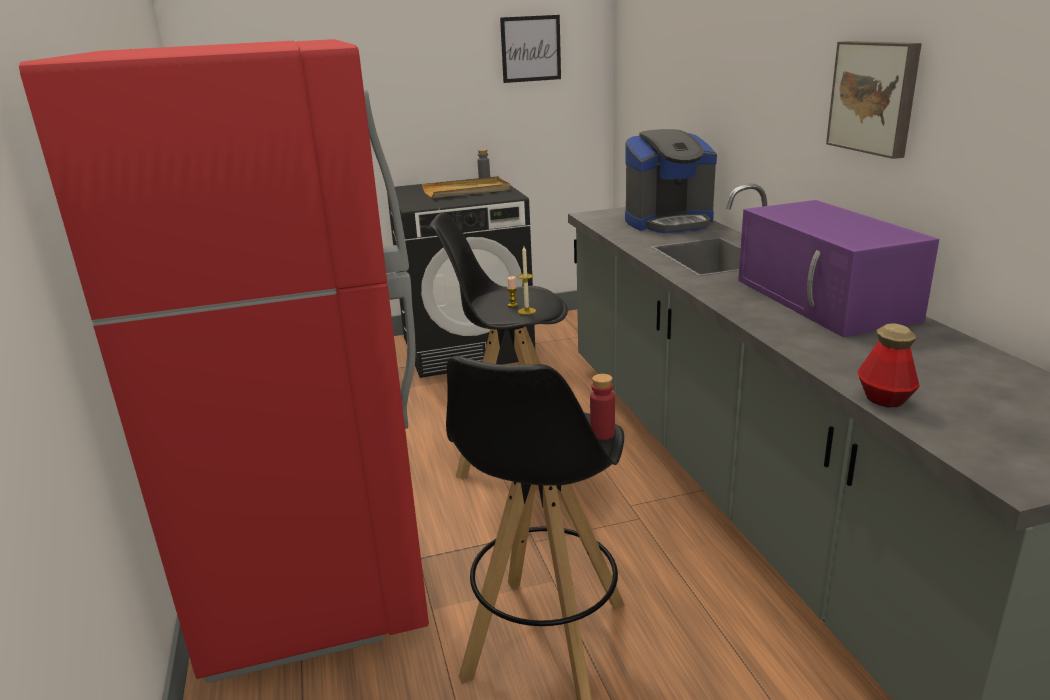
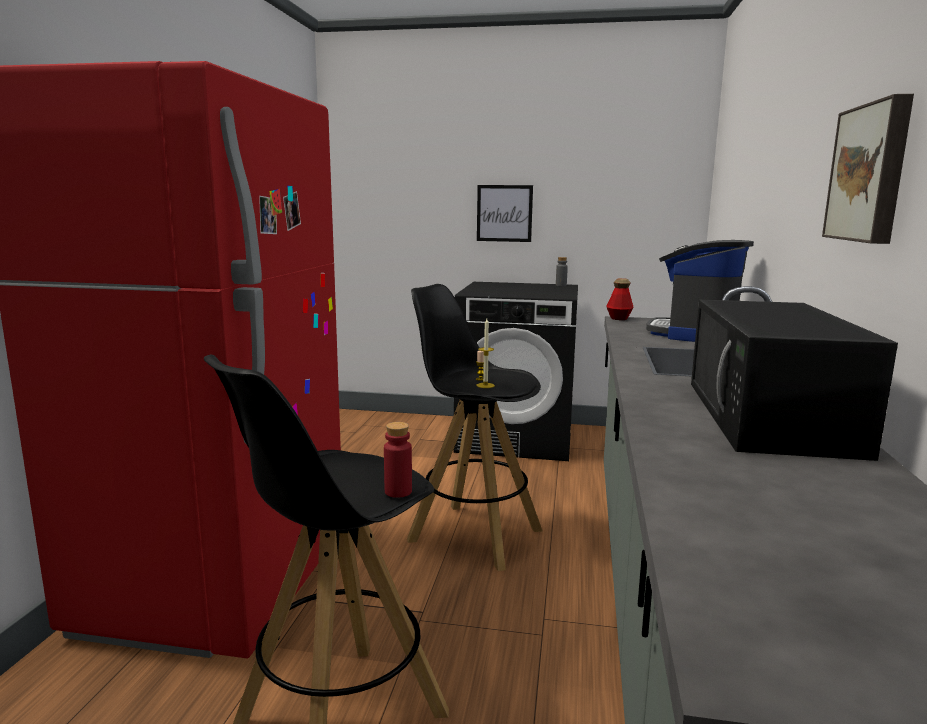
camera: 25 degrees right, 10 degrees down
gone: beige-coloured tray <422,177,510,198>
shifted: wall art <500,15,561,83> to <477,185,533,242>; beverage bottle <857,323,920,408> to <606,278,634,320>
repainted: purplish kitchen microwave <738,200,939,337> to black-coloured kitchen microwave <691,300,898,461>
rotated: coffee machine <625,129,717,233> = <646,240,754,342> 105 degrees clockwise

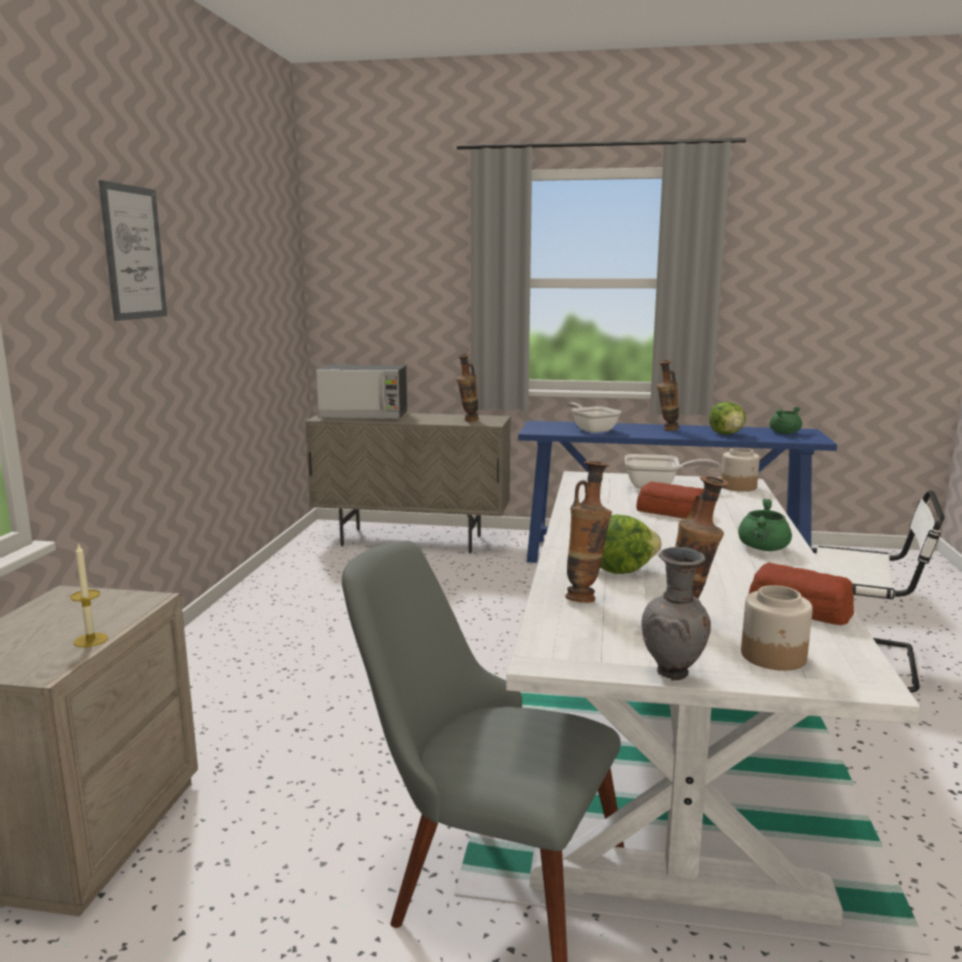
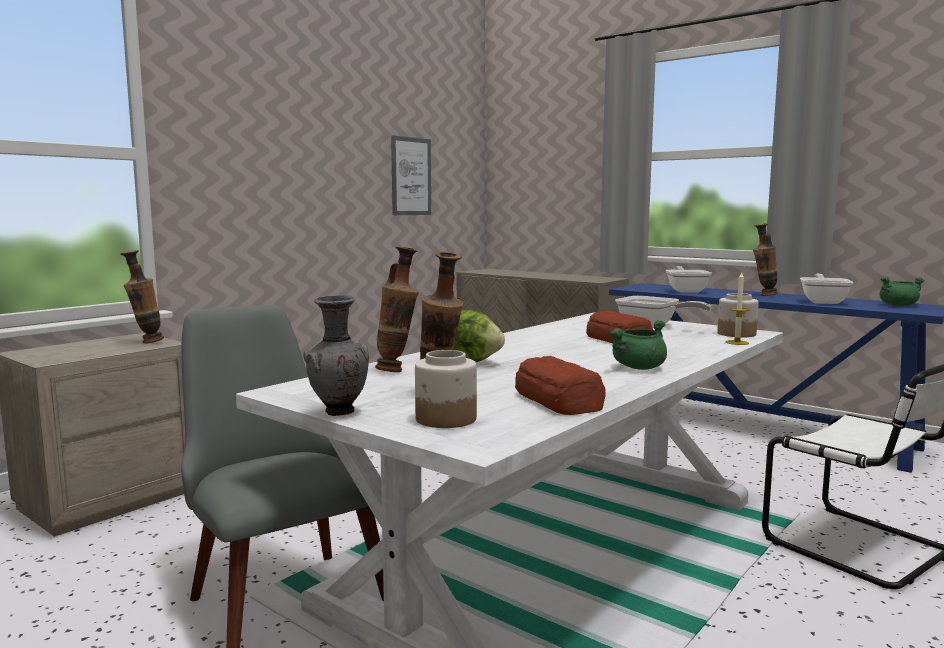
camera: 30 degrees right, 5 degrees down
gone: kitchen microwave <316,365,407,419>
shifted: wall art <98,180,167,321> to <391,136,431,215>; flower vase <457,354,479,422> to <120,250,164,344>; candle <70,543,108,647> to <726,272,749,345>
swapped: lettuce <709,402,746,434> to pan <800,274,854,304>

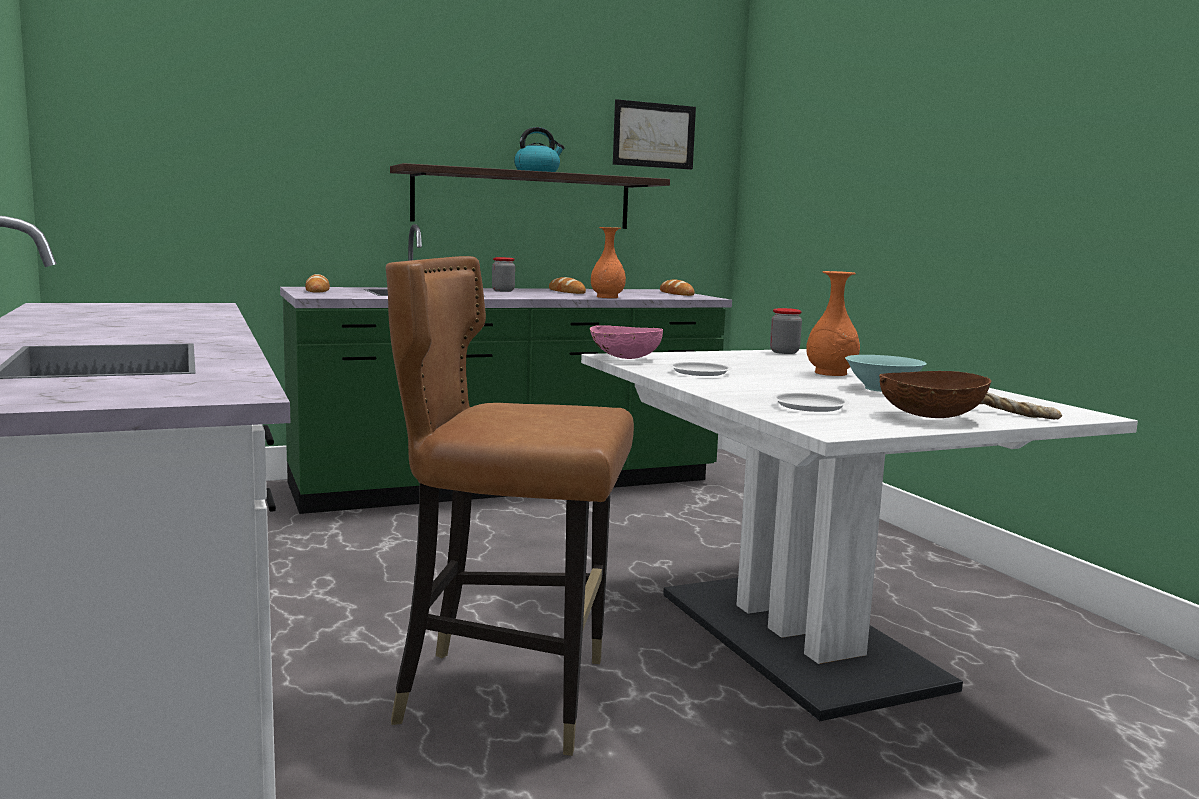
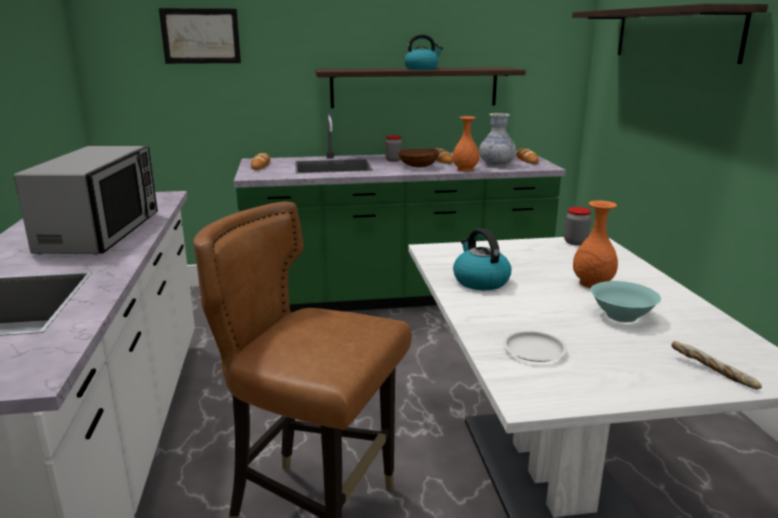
camera: 15 degrees right, 10 degrees up
gone: pinkish bowl <590,325,663,359>
new: shelf <572,4,768,64>; flower vase <479,113,516,167>; kitchen microwave <14,146,158,254>
shifted: wall art <613,99,696,170> to <159,8,241,64>; brown-coloured bowl <879,371,991,418> to <398,148,439,168>
swapped: white plate <669,362,732,376> to water kettle <453,228,511,290>

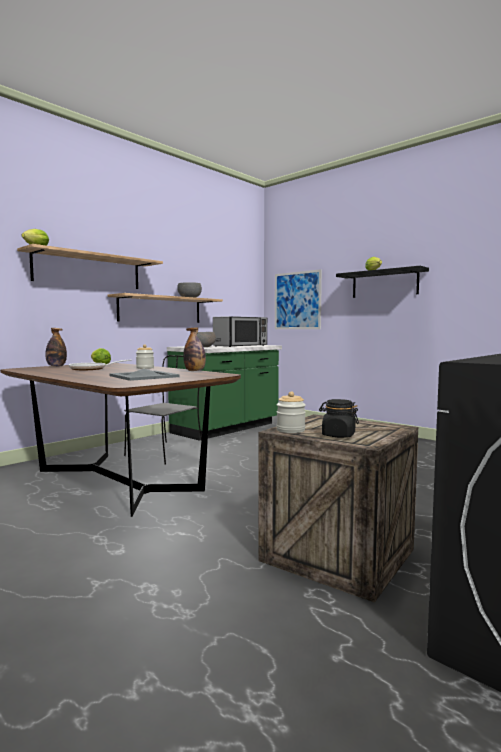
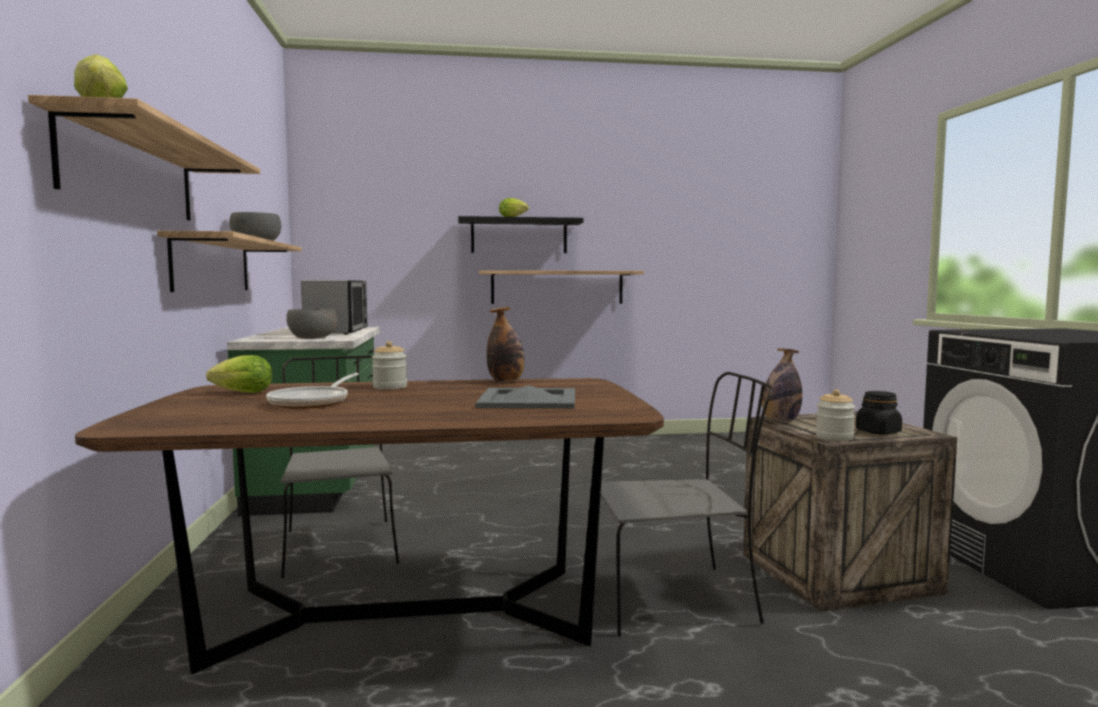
camera: 50 degrees left, 0 degrees up
gone: wall art <275,269,322,329>
new: shelf <479,270,644,304>; grey chair <601,372,772,636>
shifted: beverage bottle <45,328,67,367> to <762,348,802,422>

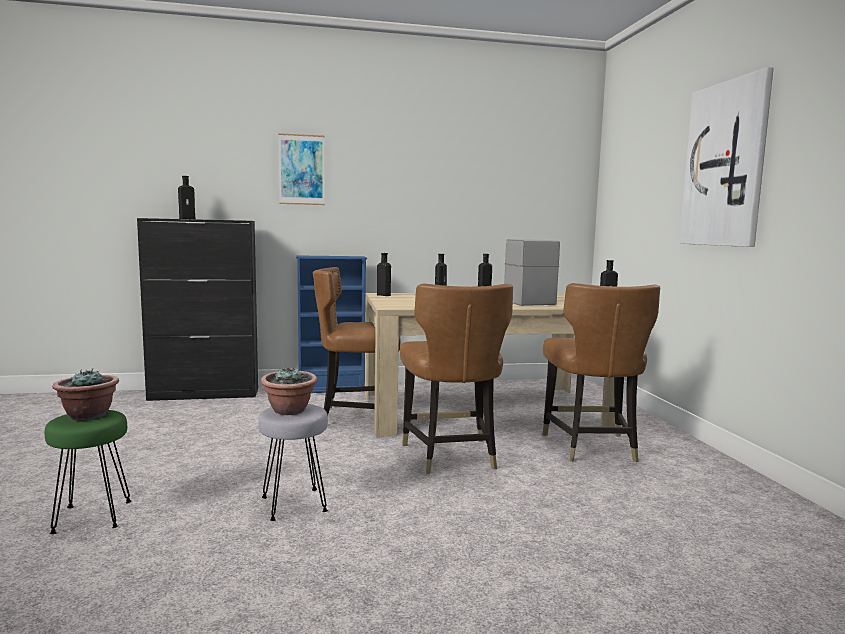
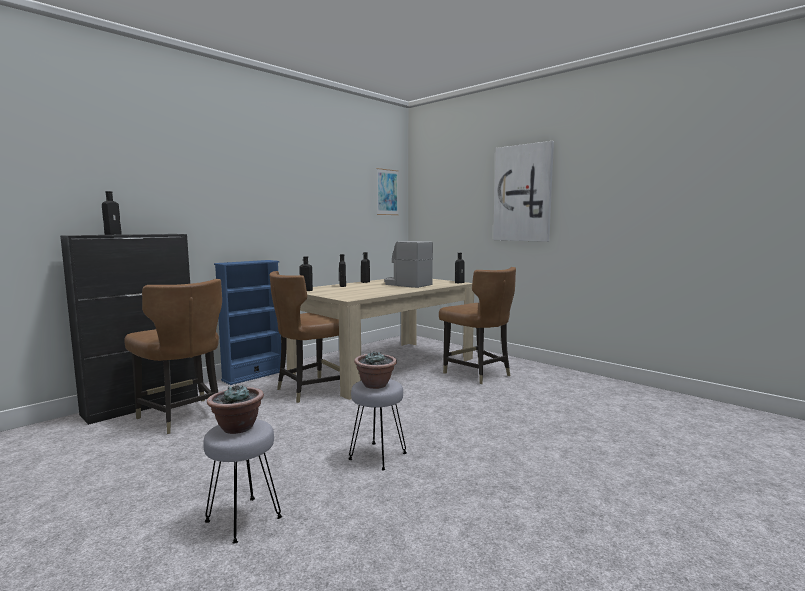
camera: 35 degrees left, 0 degrees up
shifted: wall art <278,133,325,205> to <377,168,399,215>; brown-coloured chair <400,284,513,474> to <124,279,222,434>
repainted: greenish stool <45,410,131,534> to grey stool <203,419,282,544>

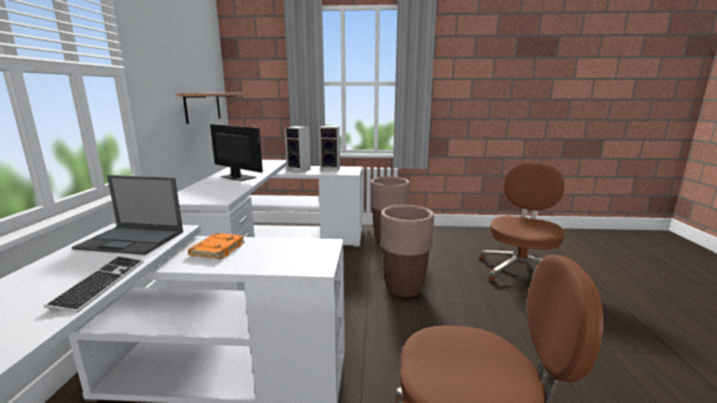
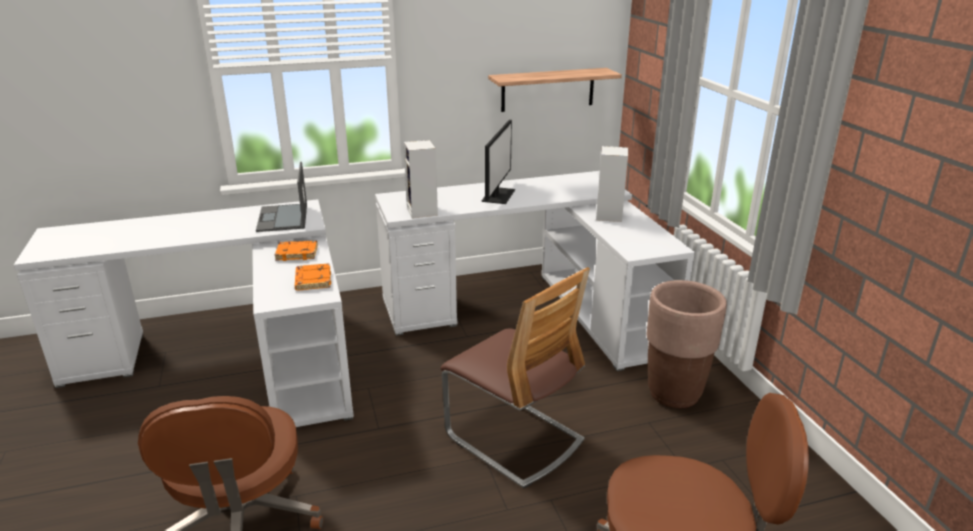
camera: 70 degrees right, 10 degrees up
gone: computer keyboard <44,256,144,313>
new: orange-coloured bound book <295,263,331,291>
shifted: audio speaker <319,126,340,171> to <404,140,438,218>
swapped: brown-coloured flower pot <380,205,434,297> to chair <440,267,590,489>

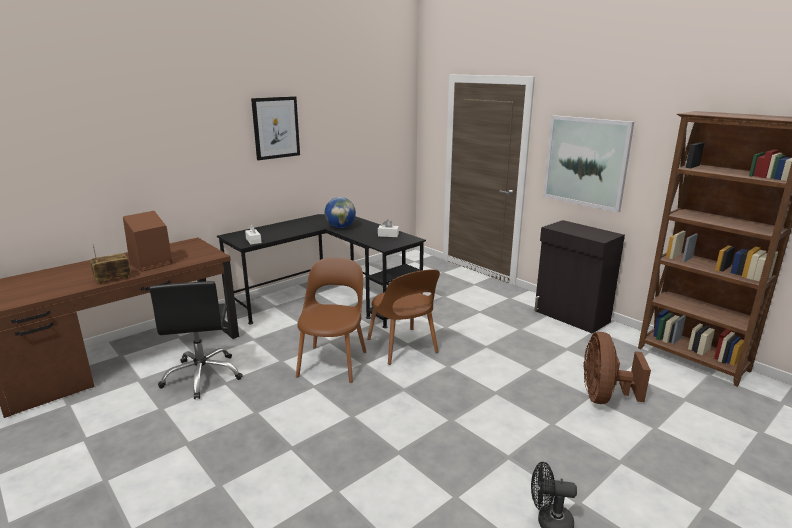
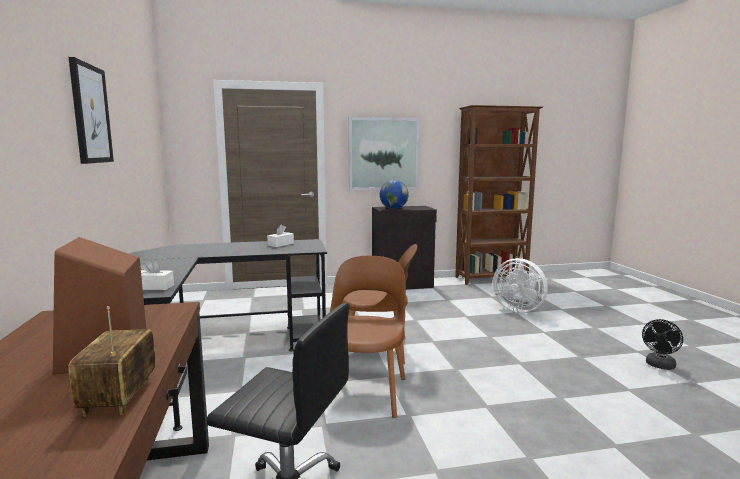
camera: 60 degrees left, 10 degrees down
shifted: desk globe <325,197,356,228> to <380,180,409,209>
repainted: brown-coloured cooling fan <583,332,651,404> to white cooling fan <493,258,548,313>
rotated: brown-coloured chair <296,257,366,383> = <330,256,406,418> 60 degrees clockwise

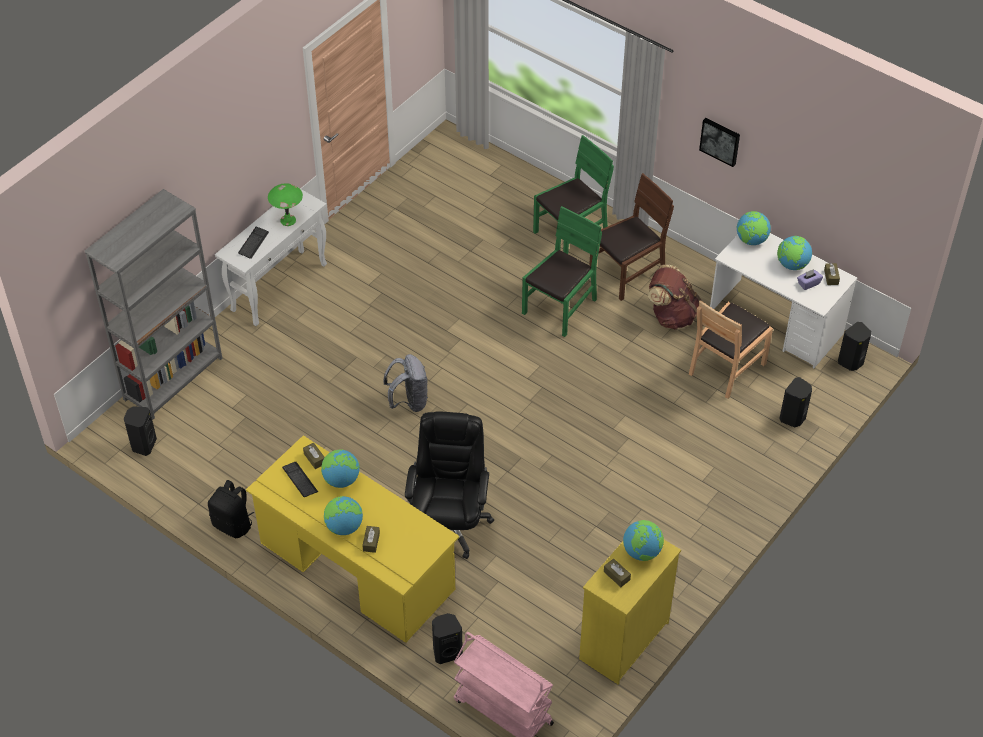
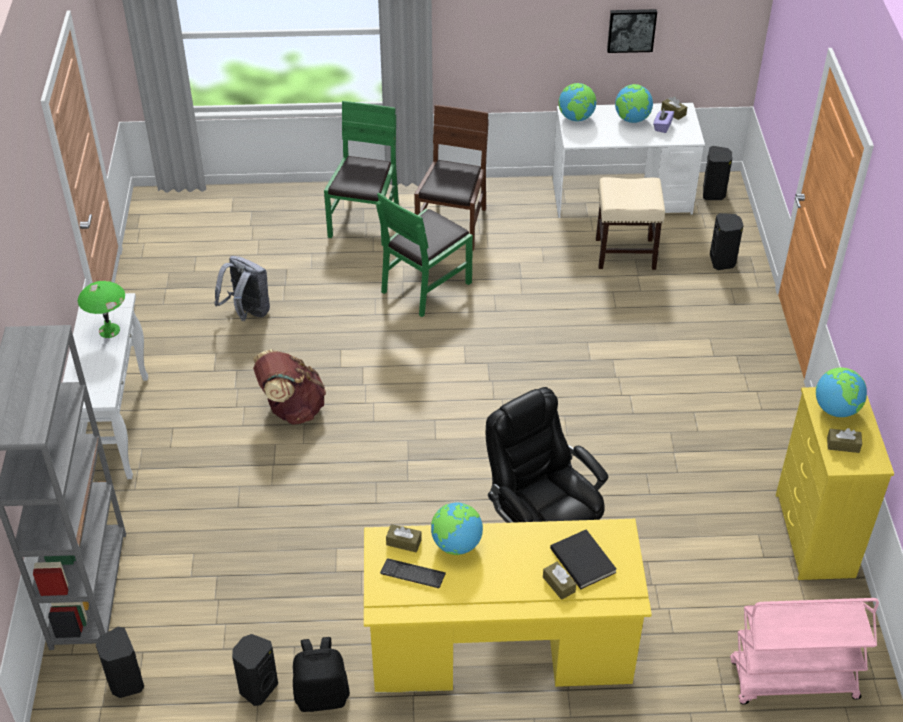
camera: 40 degrees left, 5 degrees down
gone: computer keyboard <238,226,269,259>; desk globe <324,496,363,535>
new: black-coloured bound book <550,529,616,589>
shifted: wall art <699,118,740,167> to <607,9,657,53>; brown-coloured knapsack <648,265,702,330> to <253,349,326,425>; grey knapsack <383,354,428,412> to <214,256,270,321>; black-coloured audio speaker <432,613,463,664> to <232,634,278,706>
swapped: brown-coloured chair <689,300,773,399> to beige-coloured stool <596,177,665,270>
rotated: greenish chair <522,206,602,337> = <376,193,473,317> 135 degrees counterclockwise

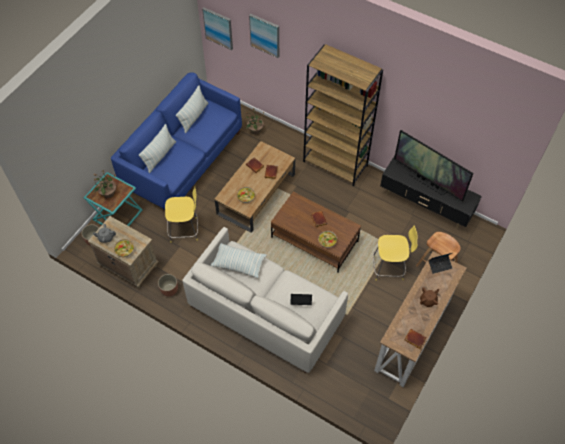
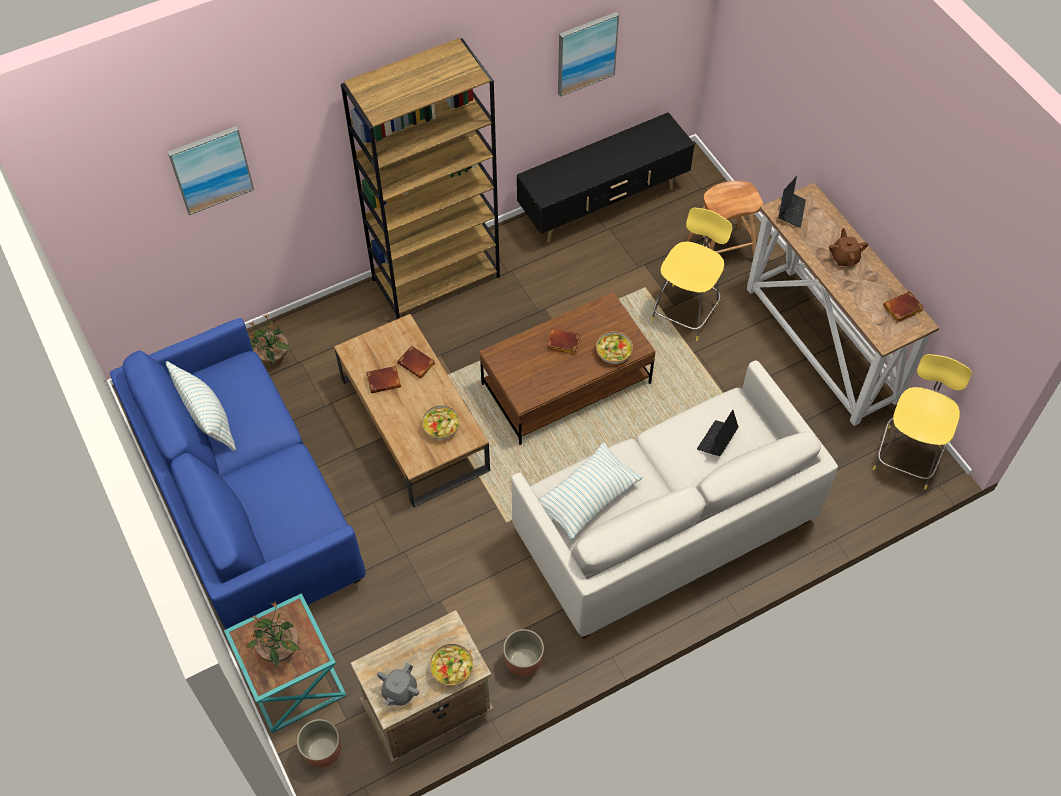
camera: 60 degrees left, 0 degrees up
gone: throw pillow <139,124,176,173>; TV <394,130,473,202>
shifted: wall art <202,8,233,50> to <558,12,619,97>; yellow-coloured stool <165,188,198,243> to <873,354,972,489>

